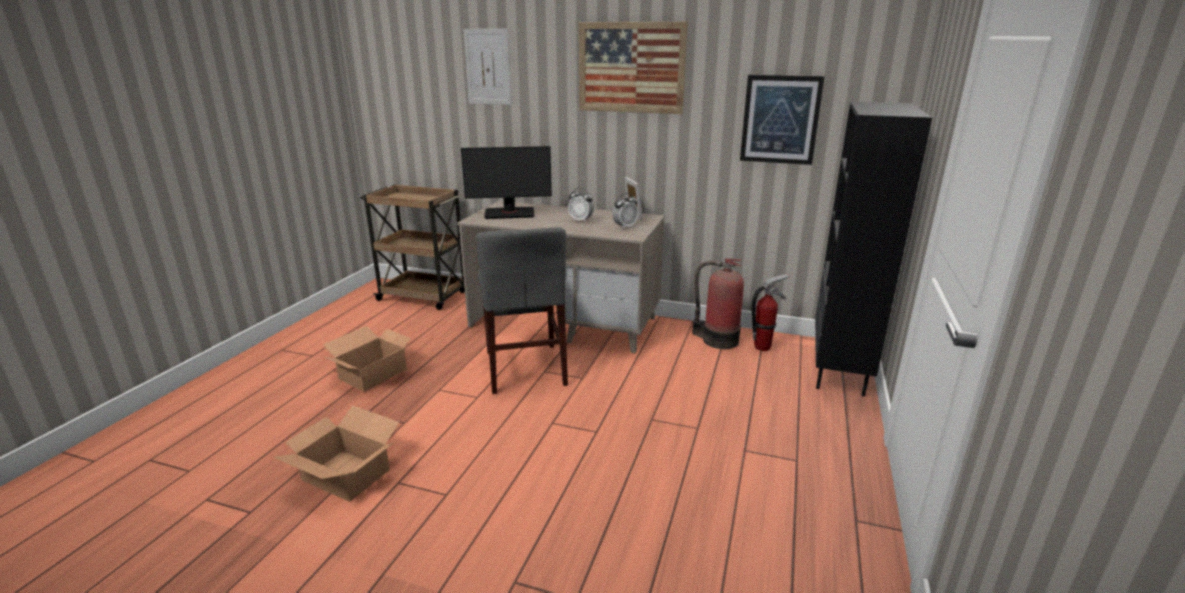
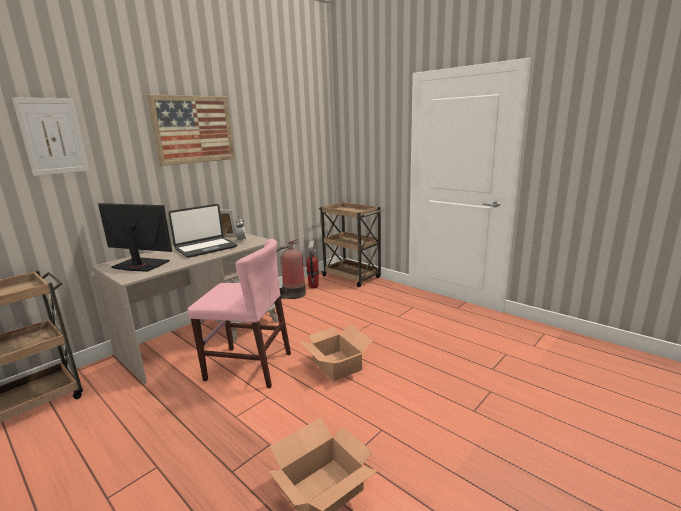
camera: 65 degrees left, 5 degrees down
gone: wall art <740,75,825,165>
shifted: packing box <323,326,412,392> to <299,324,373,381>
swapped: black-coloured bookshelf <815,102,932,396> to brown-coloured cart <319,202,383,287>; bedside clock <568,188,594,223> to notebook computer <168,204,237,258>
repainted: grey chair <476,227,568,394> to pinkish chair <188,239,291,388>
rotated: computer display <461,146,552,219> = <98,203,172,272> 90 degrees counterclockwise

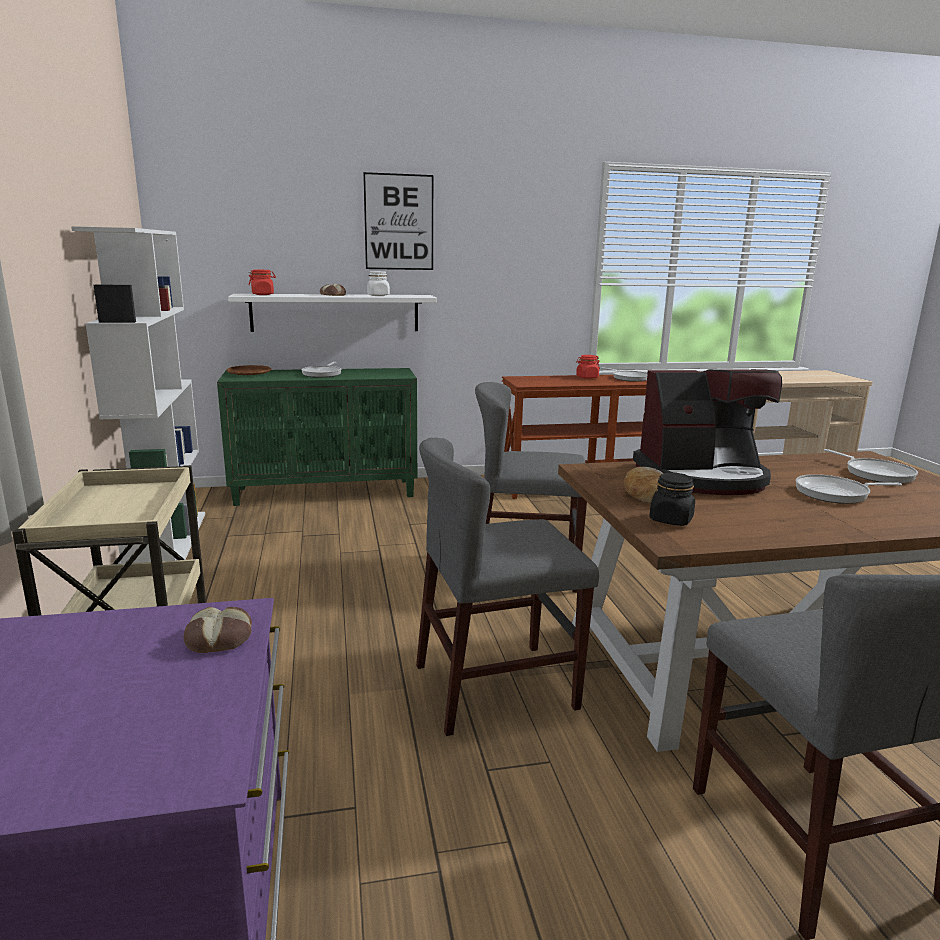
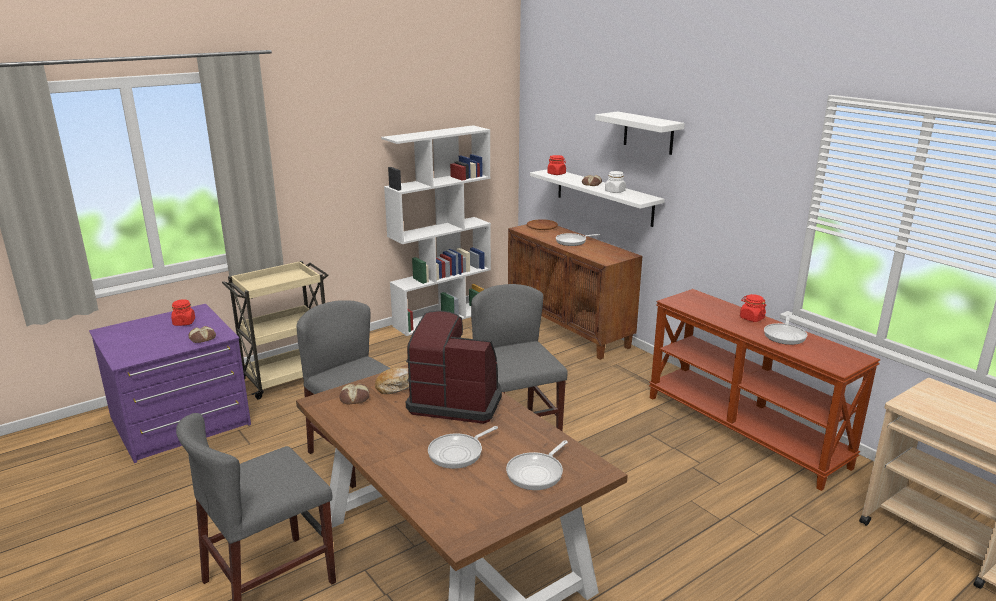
camera: 65 degrees right, 5 degrees up
new: red-coloured jar <171,299,195,326>
swapped: wall art <363,172,433,270> to white shelf <595,111,685,155>; black-coloured jar <649,473,695,526> to bakery bread <340,384,370,404>
repainted: greenish cupboard <217,368,417,506> to brown-coloured cupboard <508,224,642,360>
rotated: coffee machine <633,369,782,495> = <406,311,502,424> 135 degrees clockwise; pan <796,474,902,504> = <428,426,498,469> 105 degrees counterclockwise

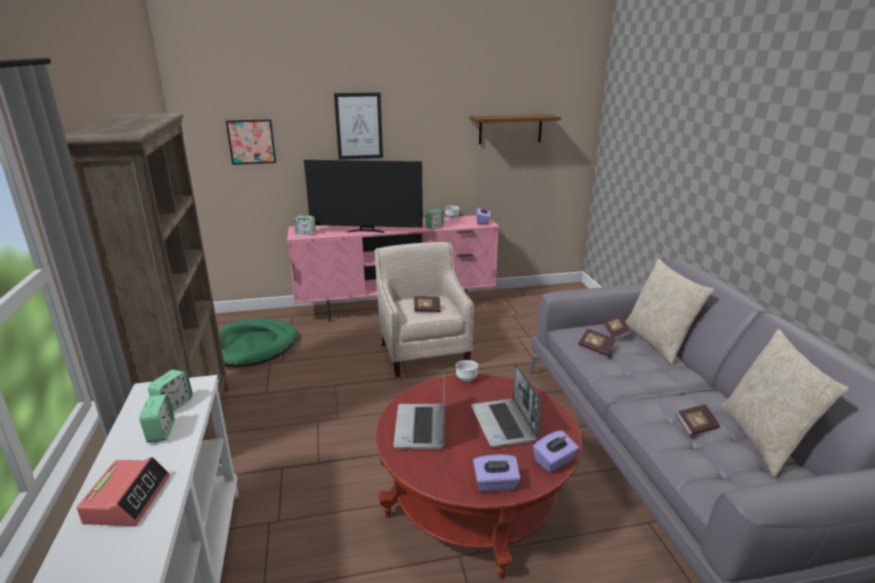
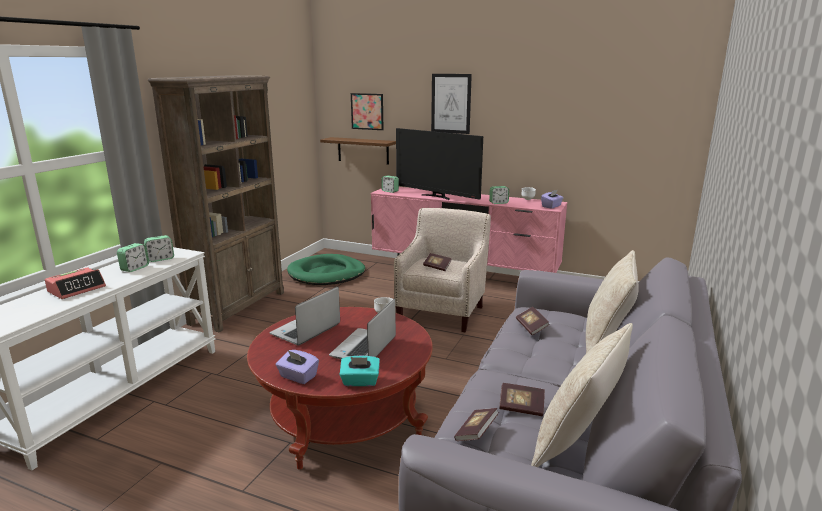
camera: 35 degrees right, 5 degrees down
shifted: brown-coloured shelf <470,114,561,144> to <320,137,396,165>; bound book <604,315,631,340> to <454,408,499,441>
repainted: purplish tissue holder <533,430,579,473> to turquoise-coloured tissue holder <340,355,380,386>

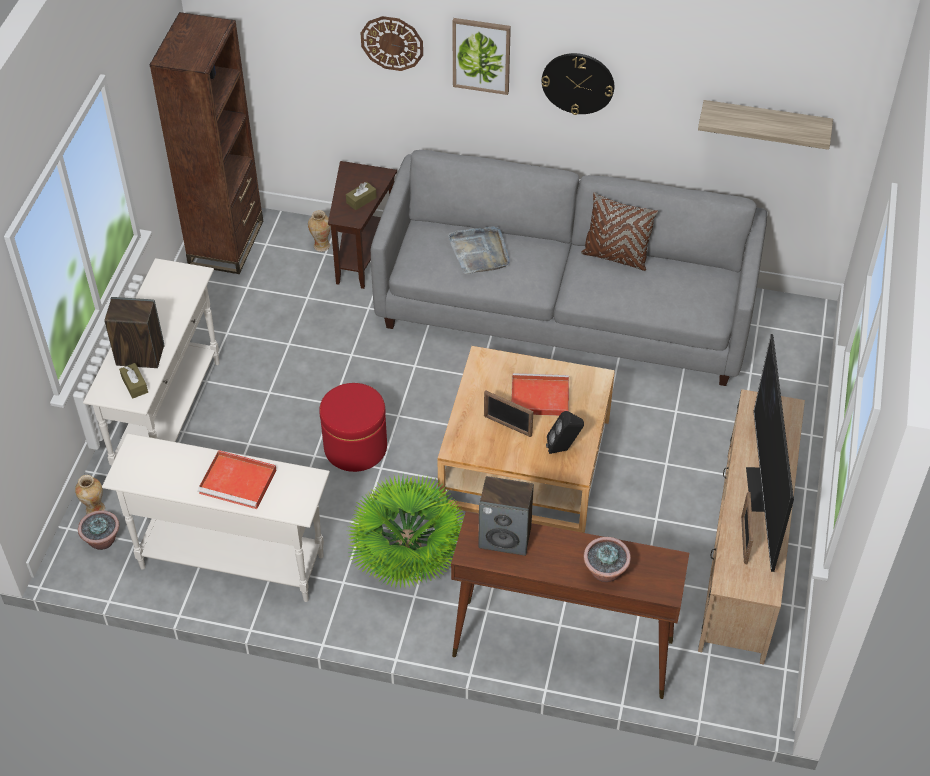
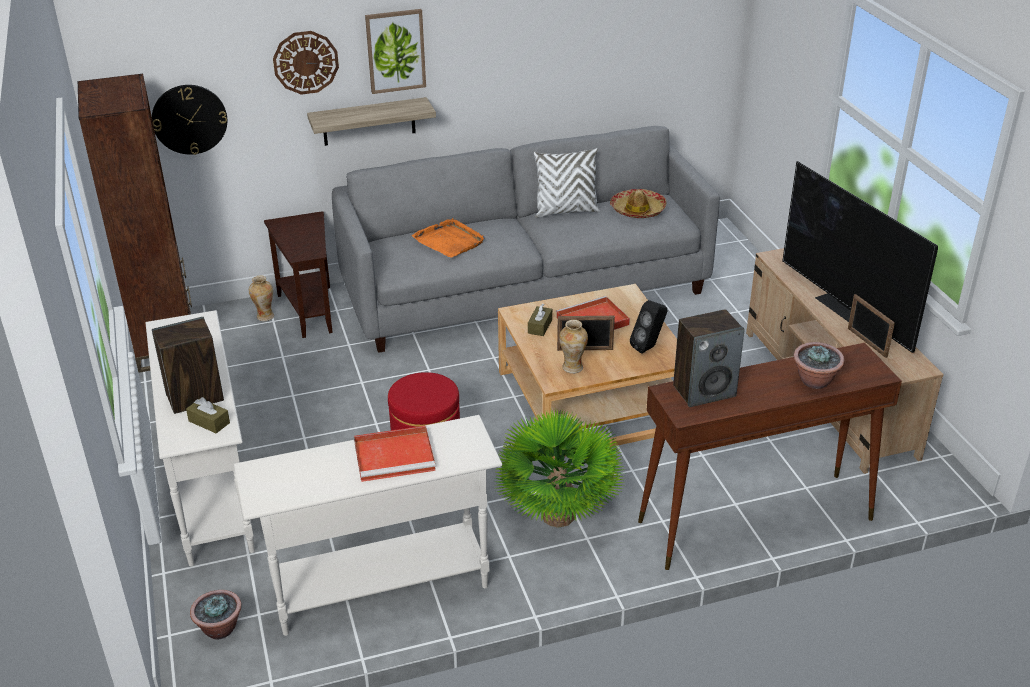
camera: 30 degrees left, 15 degrees down
new: wearable hat <610,189,667,218>
shifted: clock on the wall <542,53,614,115> to <152,85,227,155>; shelf <698,100,833,150> to <307,97,436,146>; brown-coloured tissue holder <346,182,377,210> to <528,303,552,336>; flower vase <75,475,105,514> to <559,320,588,374>
repainted: brown-coloured throw pillow <581,192,658,271> to white throw pillow <534,148,600,218>; grey tray <448,226,510,274> to orange-coloured tray <412,218,485,258>

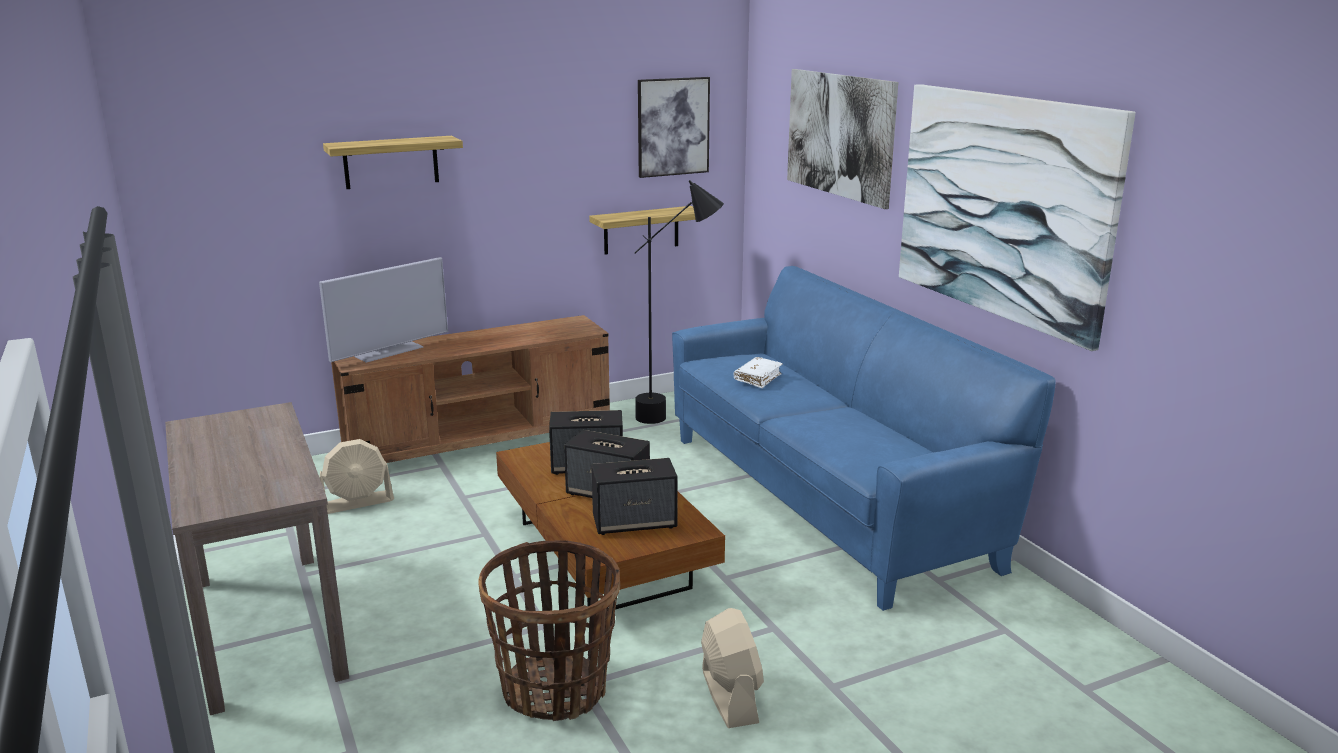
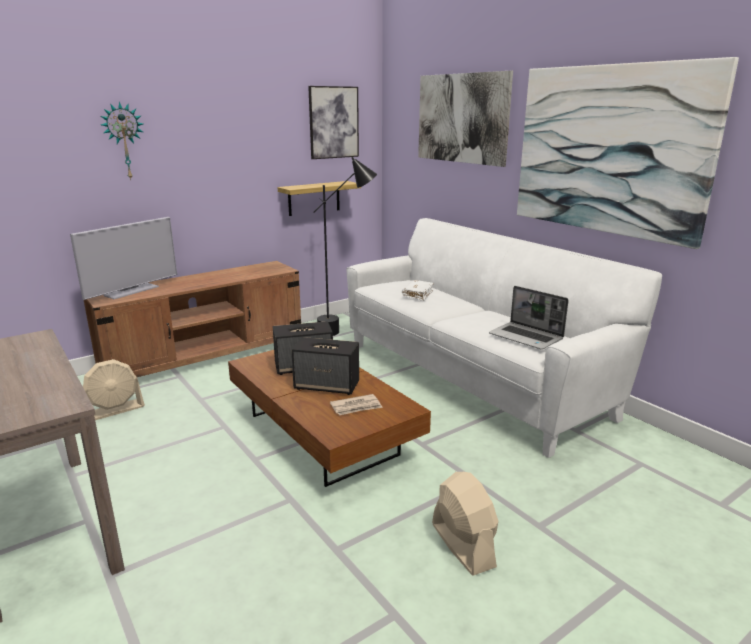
camera: 10 degrees left, 0 degrees up
gone: household basket <478,540,620,721>
new: notebook computer <489,286,569,350>
swapped: shelf <323,136,463,189> to clock on the wall <101,102,143,180>; audio speaker <591,458,678,535> to printed paper <330,394,383,415>
repainted: blue-coloured couch <672,266,1056,611> to white couch <347,218,662,458>

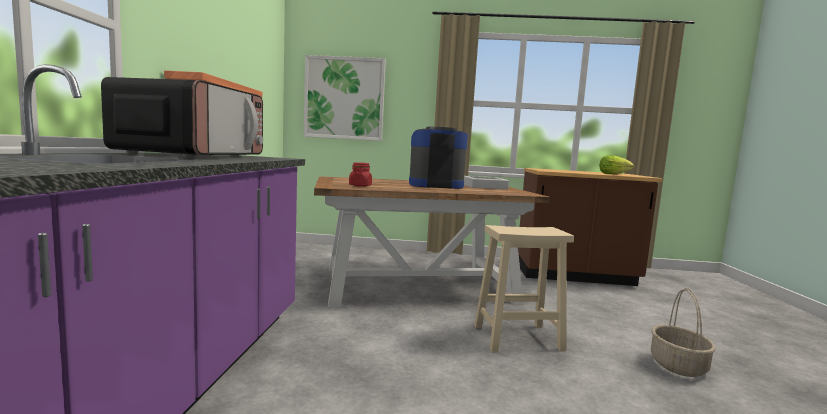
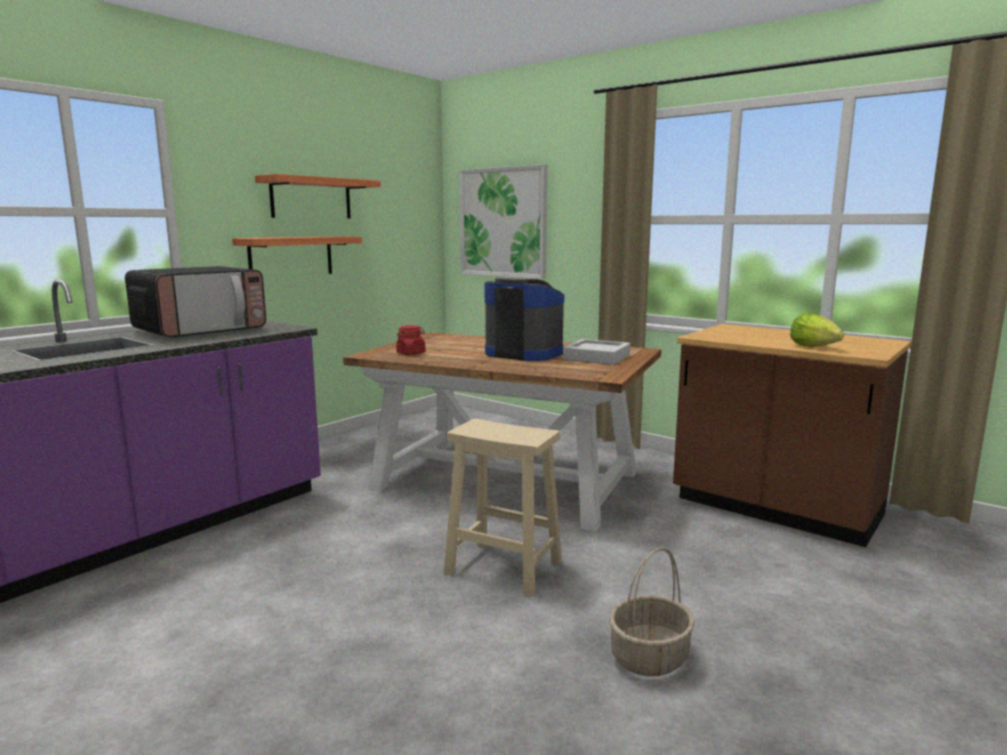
camera: 35 degrees right, 5 degrees up
new: shelf <255,174,381,218>

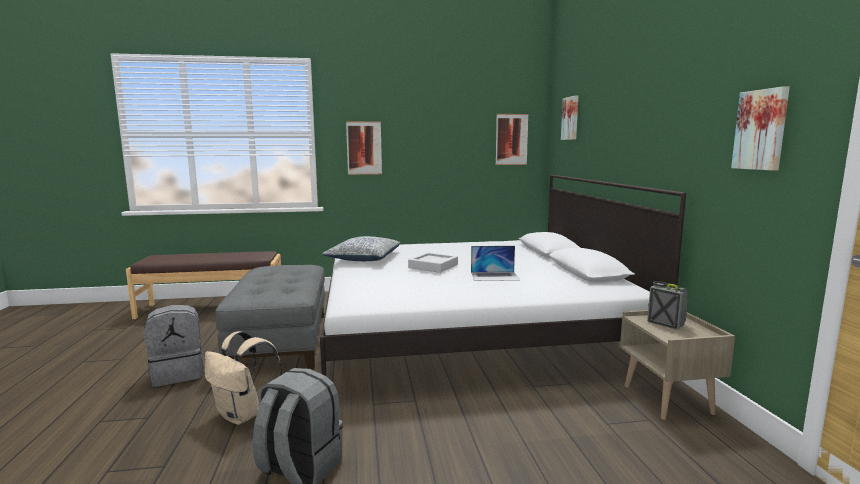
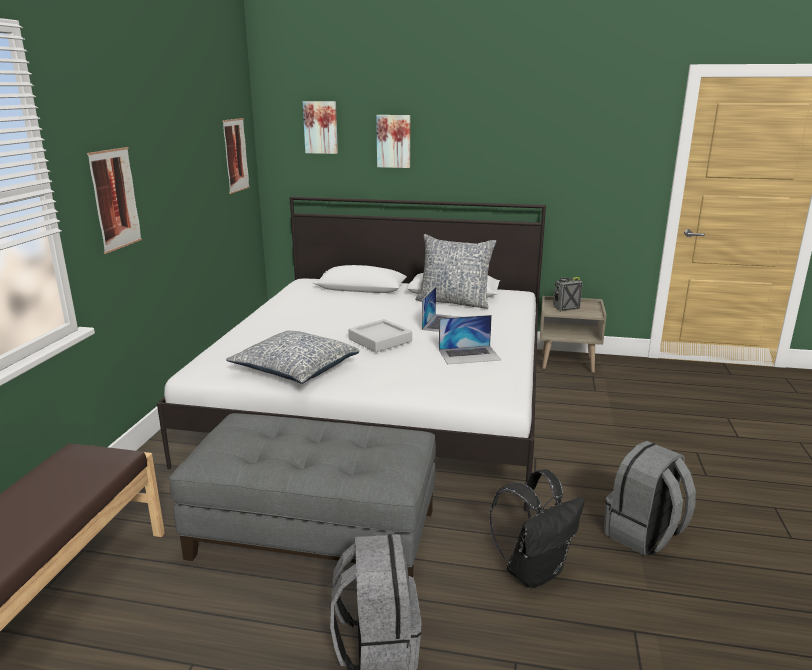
camera: 70 degrees left, 10 degrees up
new: throw pillow <415,234,496,309>; notebook computer <439,315,501,364>
shifted: wall art <731,86,790,171> to <376,115,410,168>
repainted: beige-coloured knapsack <204,331,282,425> to black-coloured knapsack <489,469,585,588>

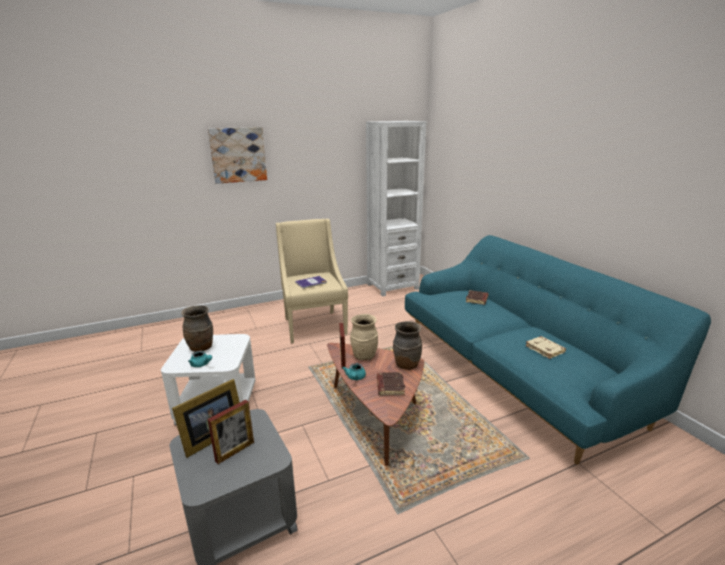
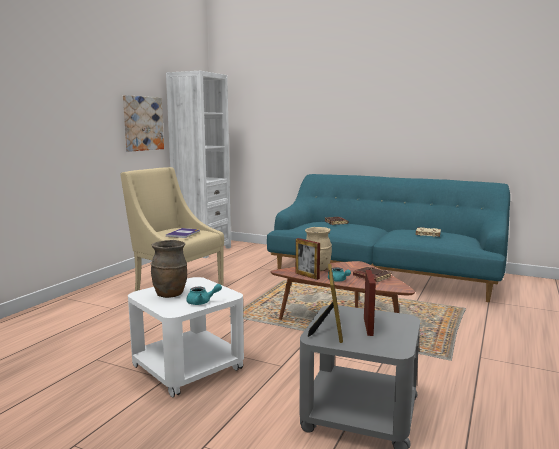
camera: 40 degrees left, 10 degrees down
gone: brown-coloured flower vase <393,321,422,370>
shifted: wall art <208,127,267,184> to <123,95,164,152>

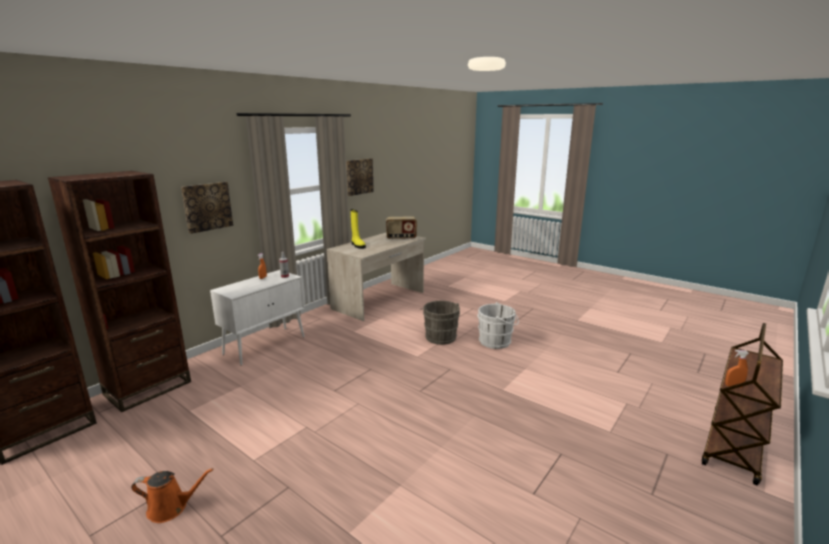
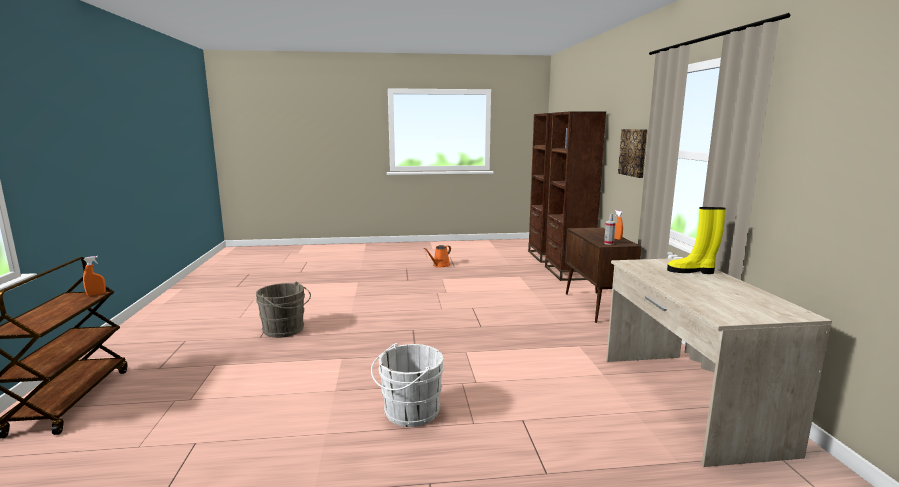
camera: 135 degrees right, 5 degrees down
gone: wall art <346,158,374,196>; radio receiver <386,216,417,240>
shifted: grey pail <421,301,460,345> to <256,282,311,338>
repainted: white cupboard <210,270,304,365> to brown-coloured cupboard <565,228,642,323>

